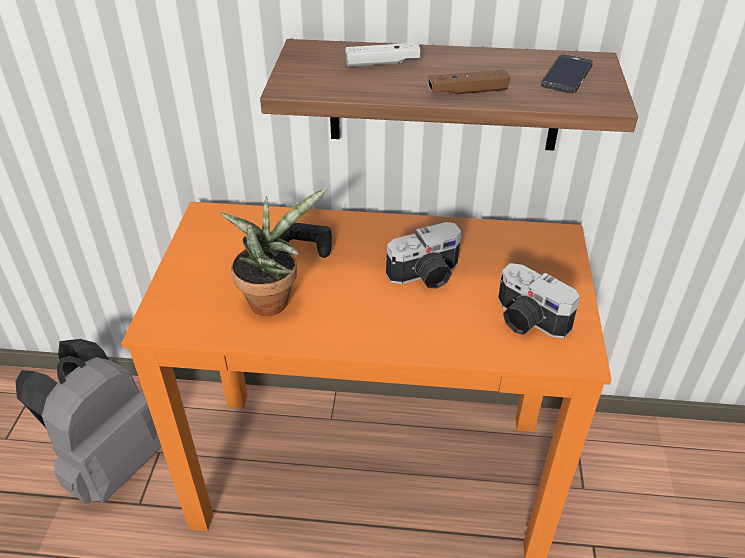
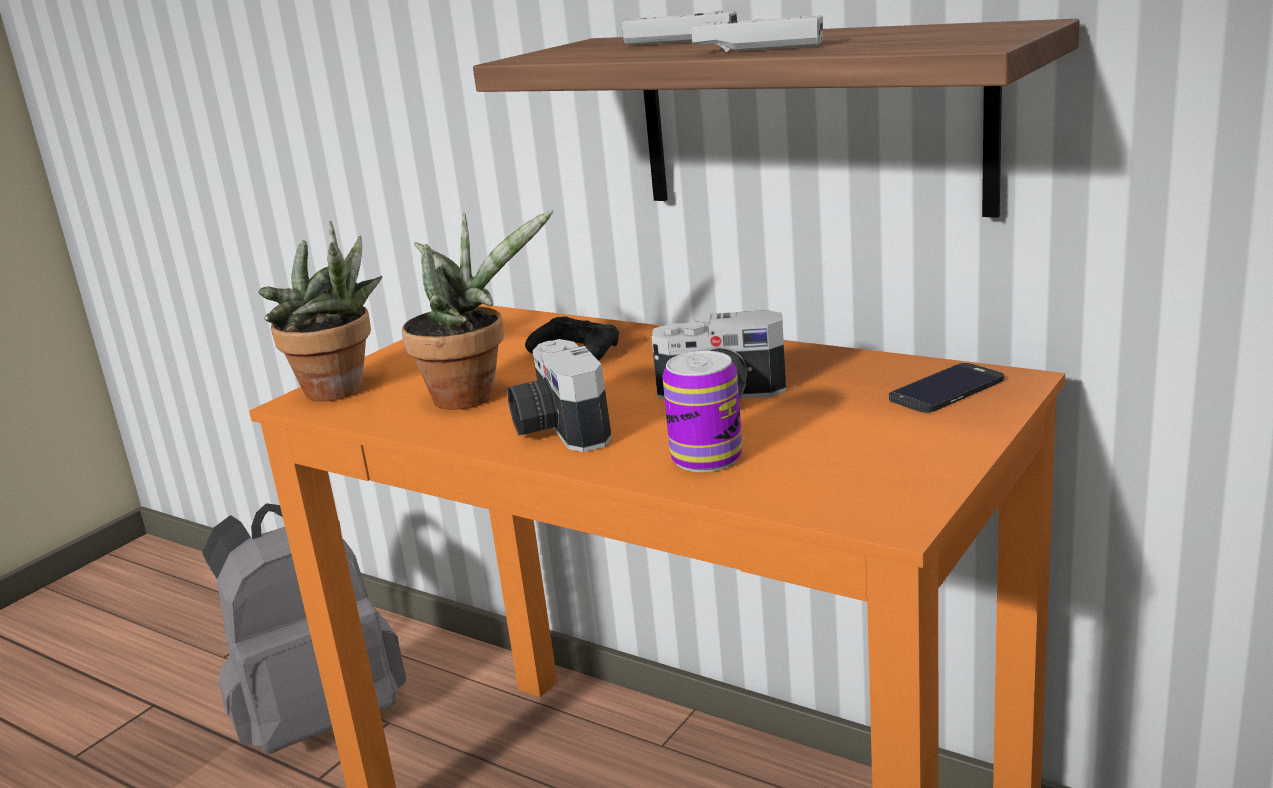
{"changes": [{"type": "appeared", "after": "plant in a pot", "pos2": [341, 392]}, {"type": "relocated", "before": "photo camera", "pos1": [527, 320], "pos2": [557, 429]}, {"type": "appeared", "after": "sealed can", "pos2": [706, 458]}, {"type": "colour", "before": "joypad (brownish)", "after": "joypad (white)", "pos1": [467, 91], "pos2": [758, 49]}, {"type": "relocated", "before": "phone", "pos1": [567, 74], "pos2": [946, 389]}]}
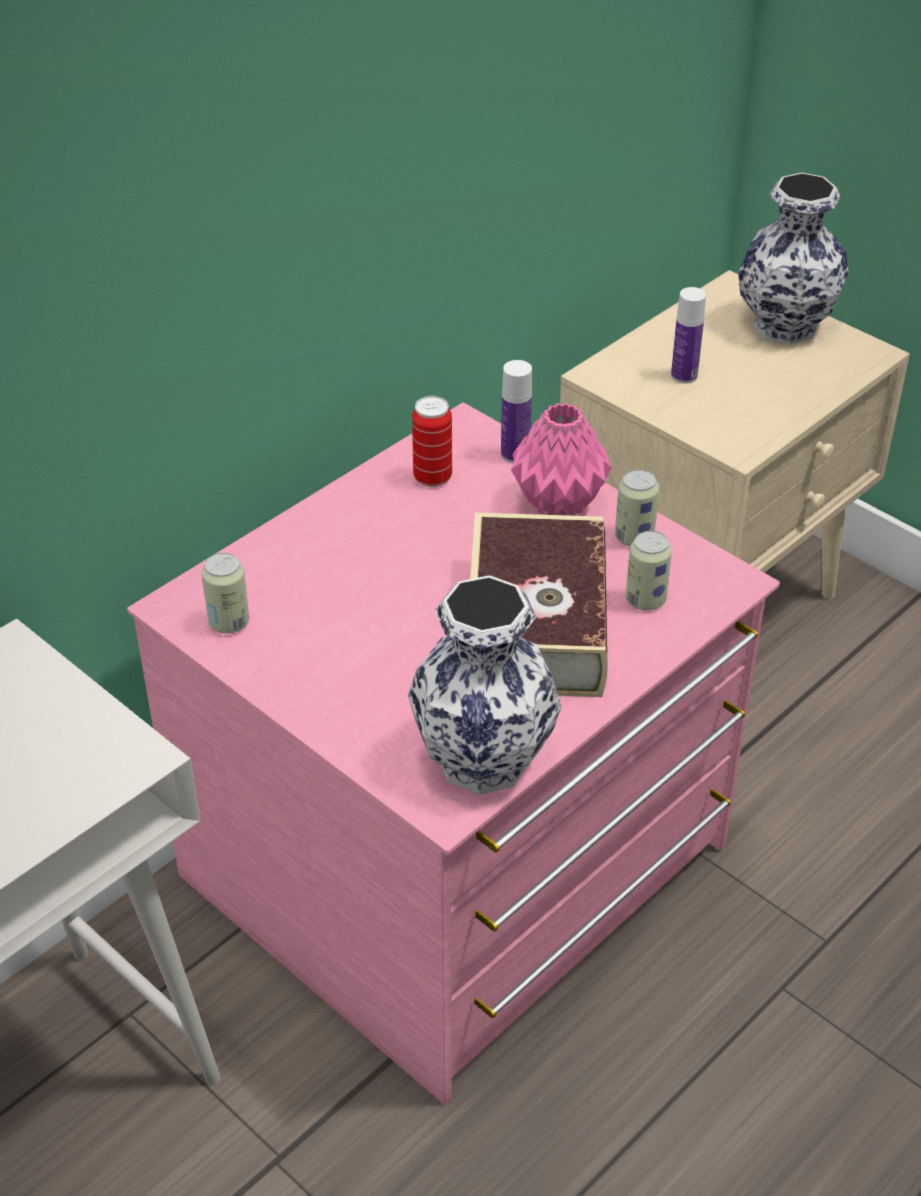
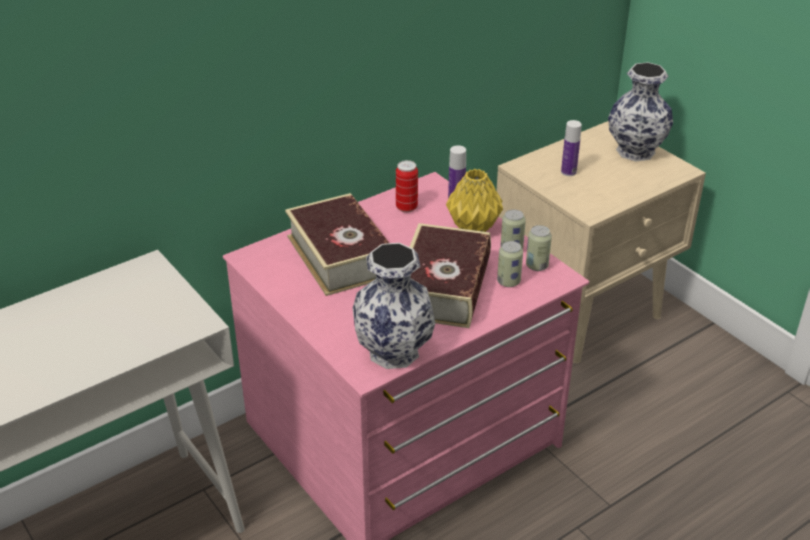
{"changes": [{"type": "appeared", "after": "book", "pos2": [340, 256]}, {"type": "colour", "before": "flower vase (pink-coloured)", "after": "flower vase (yellow)", "pos1": [559, 503], "pos2": [474, 227]}, {"type": "relocated", "before": "sealed can", "pos1": [229, 622], "pos2": [537, 266]}]}
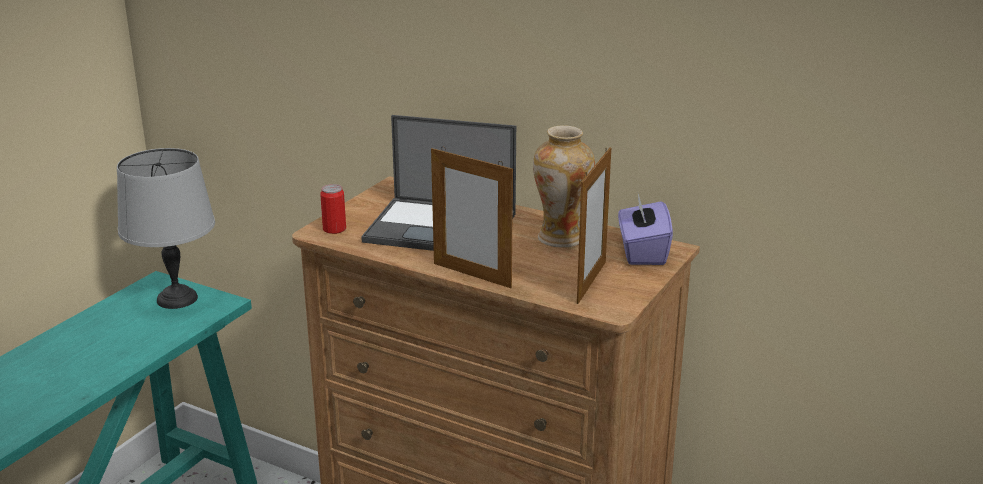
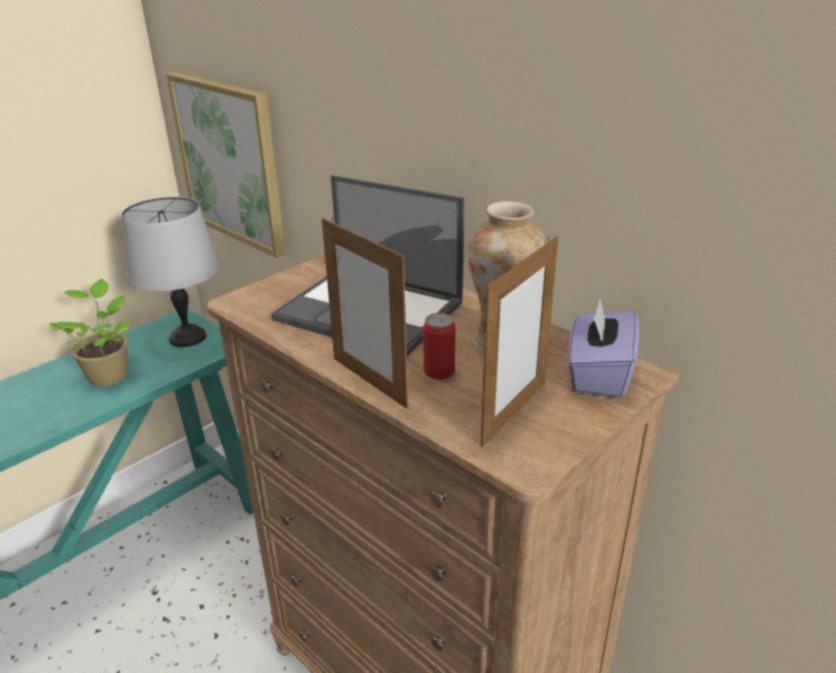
{"changes": [{"type": "appeared", "after": "plant in a pot", "pos2": [109, 375]}, {"type": "appeared", "after": "wall art", "pos2": [230, 162]}, {"type": "relocated", "before": "sealed can", "pos1": [334, 229], "pos2": [439, 371]}]}
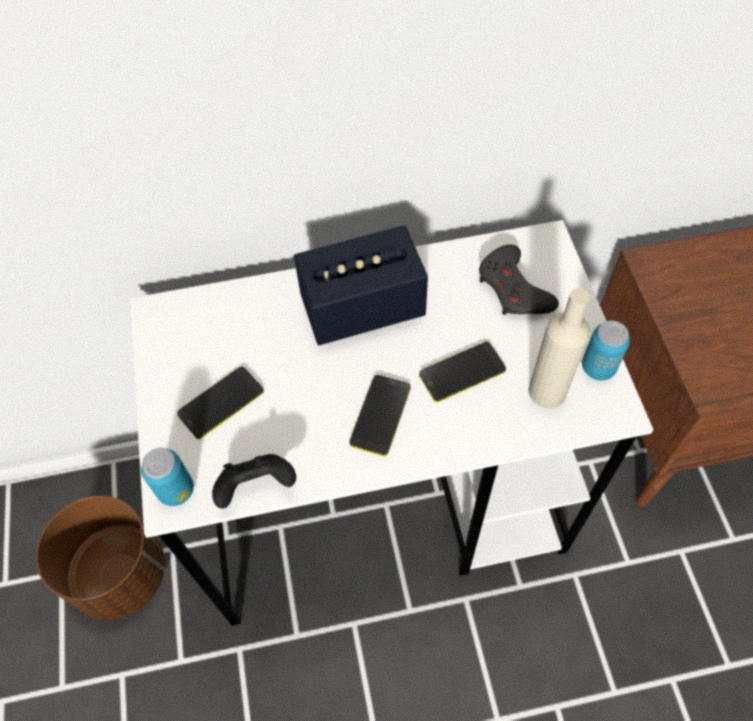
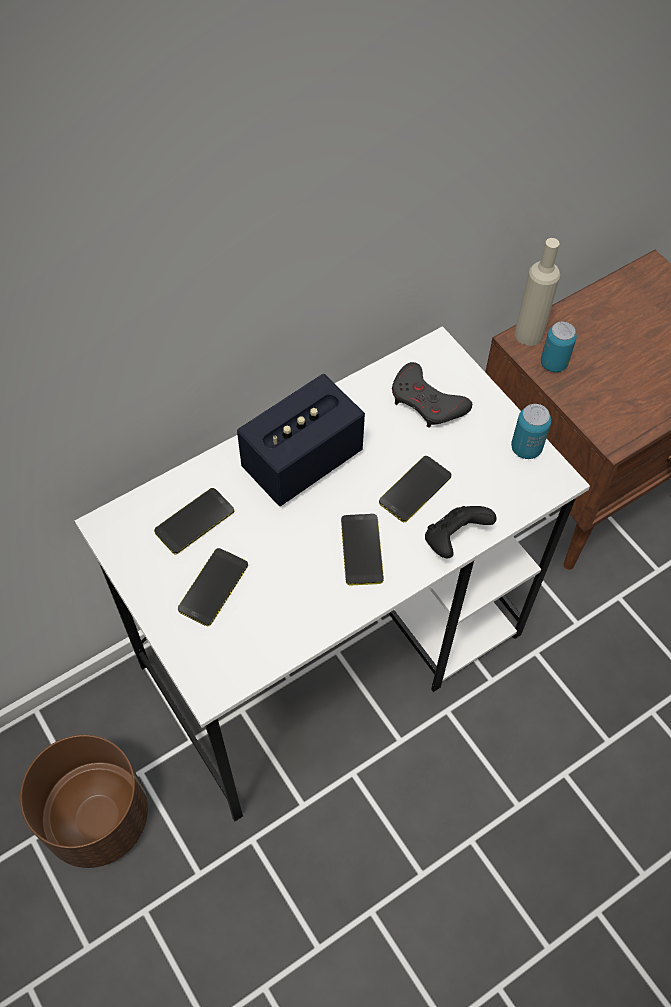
{"changes": [{"type": "appeared", "after": "phone", "pos2": [194, 521]}, {"type": "relocated", "before": "joypad (black-coloured)", "pos1": [256, 487], "pos2": [454, 540]}, {"type": "relocated", "before": "beverage bottle (beige)", "pos1": [547, 391], "pos2": [528, 334]}, {"type": "relocated", "before": "sealed can", "pos1": [176, 490], "pos2": [553, 363]}]}
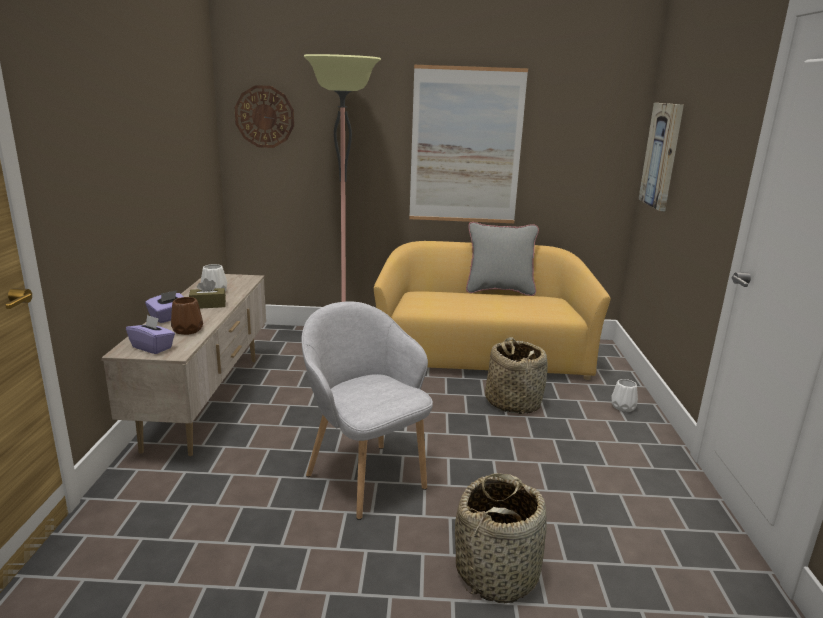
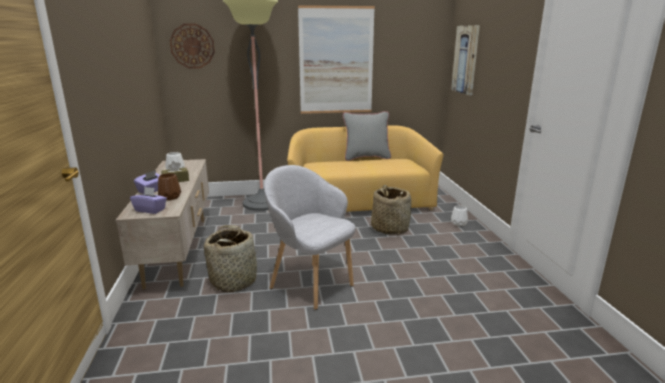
{"changes": [{"type": "relocated", "before": "basket", "pos1": [497, 572], "pos2": [234, 281]}]}
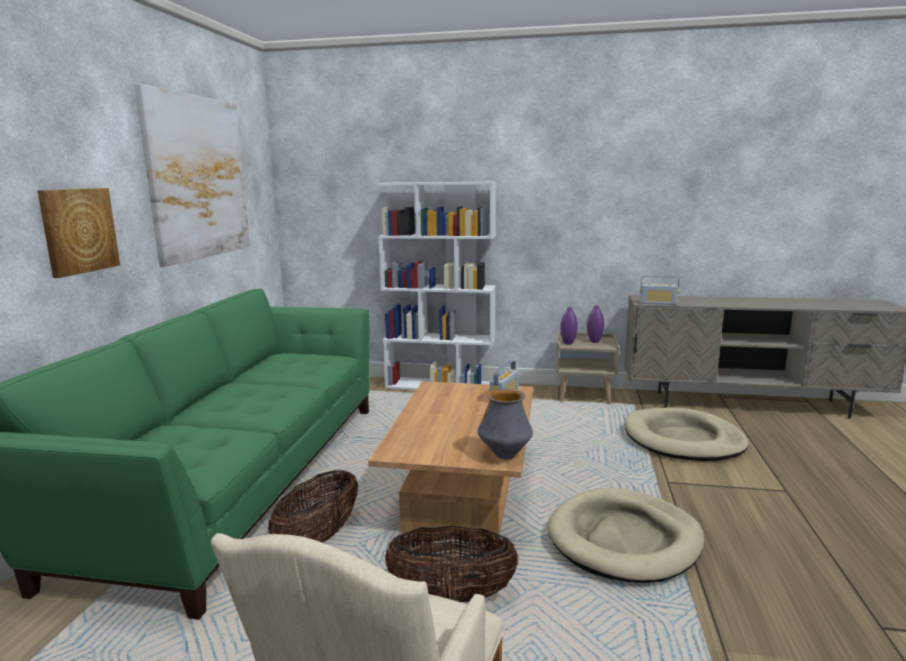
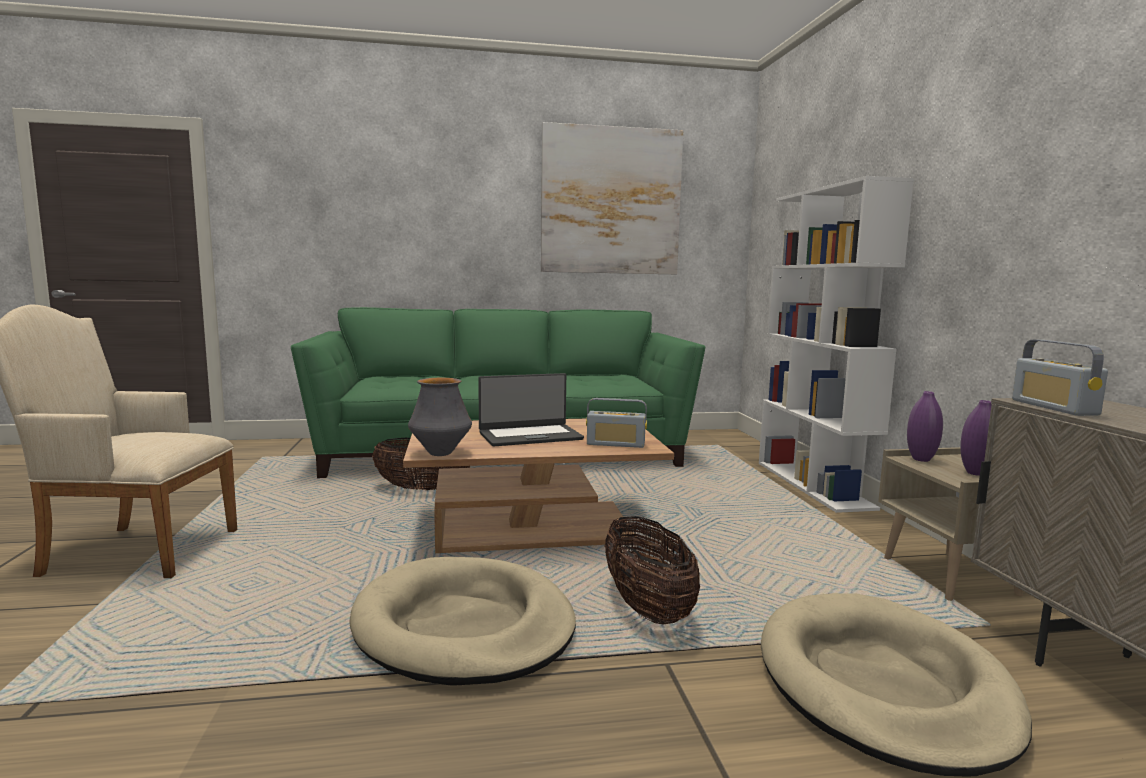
{"changes": [{"type": "appeared", "after": "portable computer", "pos2": [530, 436]}, {"type": "relocated", "before": "basket", "pos1": [452, 595], "pos2": [647, 608]}, {"type": "missing", "before": "wall art", "pos1": [78, 230]}]}
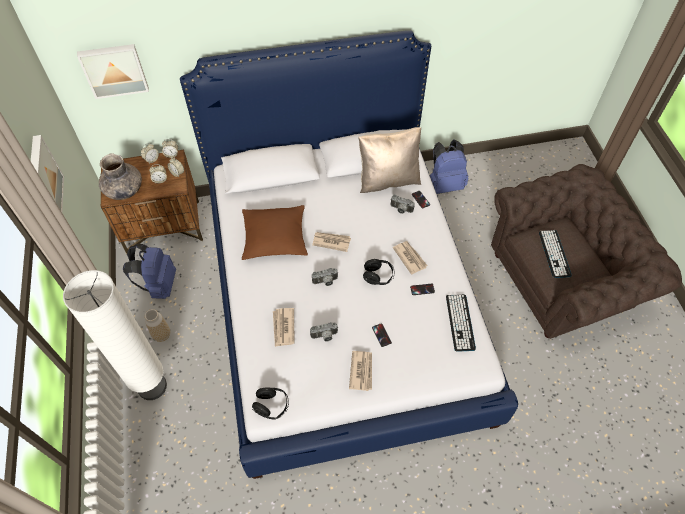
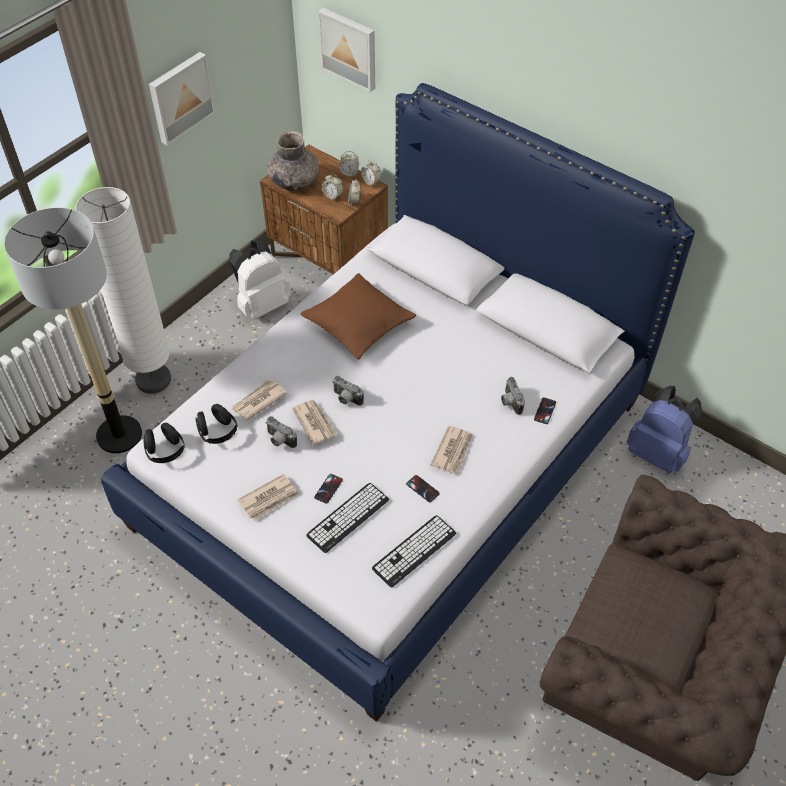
{"changes": [{"type": "appeared", "after": "standard lamp", "pos2": [119, 435]}, {"type": "relocated", "before": "pair of headphones (black-coloured)", "pos1": [378, 276], "pos2": [218, 432]}, {"type": "colour", "before": "rucksack (blue)", "after": "rucksack (white)", "pos1": [159, 285], "pos2": [261, 305]}, {"type": "relocated", "before": "daily paper", "pos1": [331, 242], "pos2": [314, 422]}, {"type": "relocated", "before": "computer keyboard", "pos1": [554, 253], "pos2": [348, 517]}, {"type": "missing", "before": "flower vase", "pos1": [162, 335]}, {"type": "missing", "before": "pillow (beige)", "pos1": [388, 180]}]}
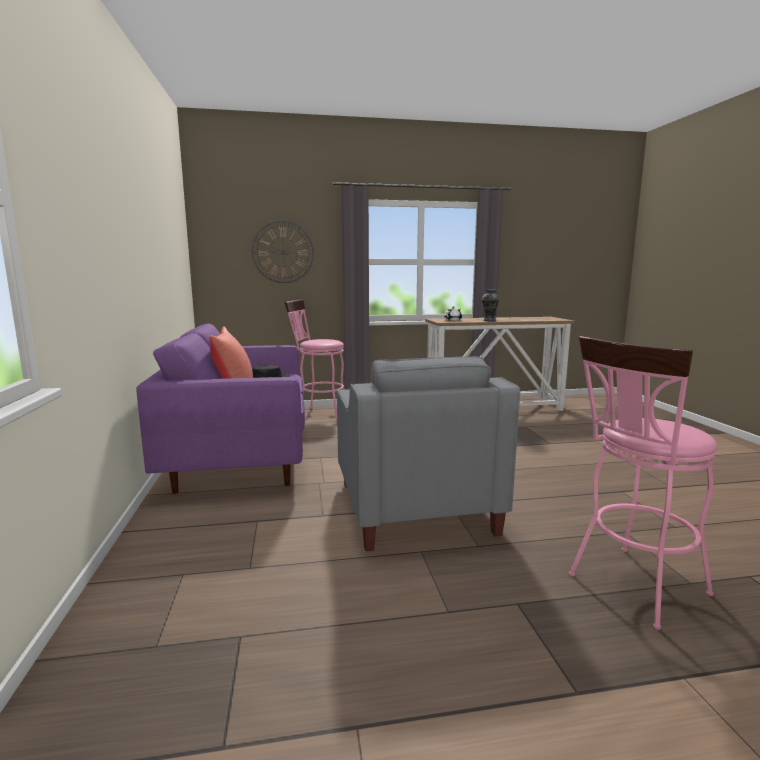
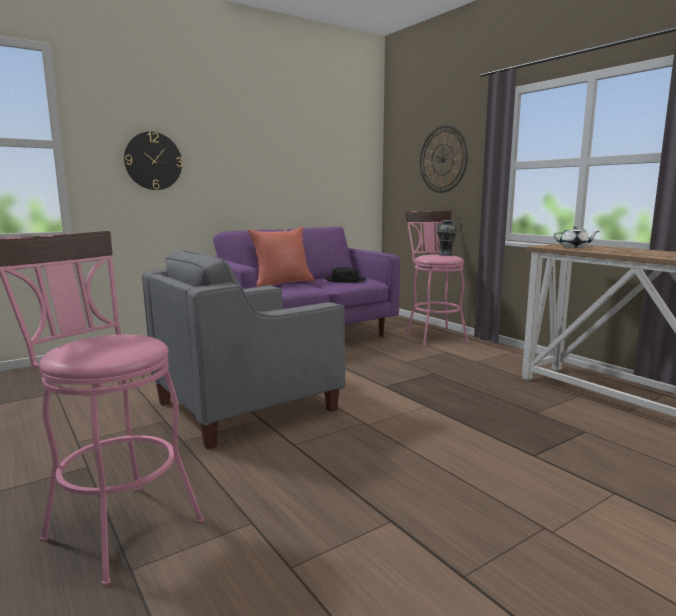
{"changes": [{"type": "appeared", "after": "wall clock", "pos2": [153, 161]}, {"type": "relocated", "before": "flower vase", "pos1": [489, 320], "pos2": [445, 255]}]}
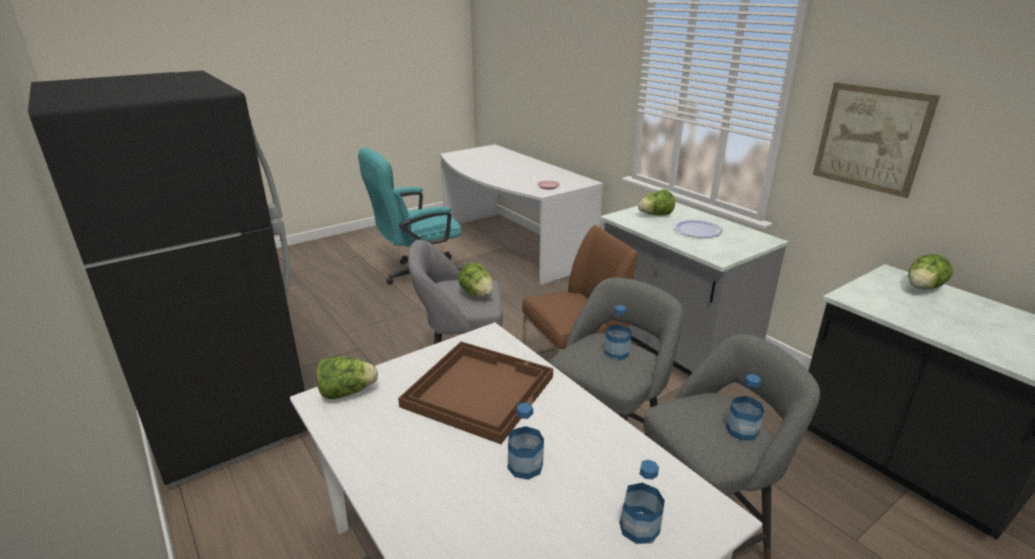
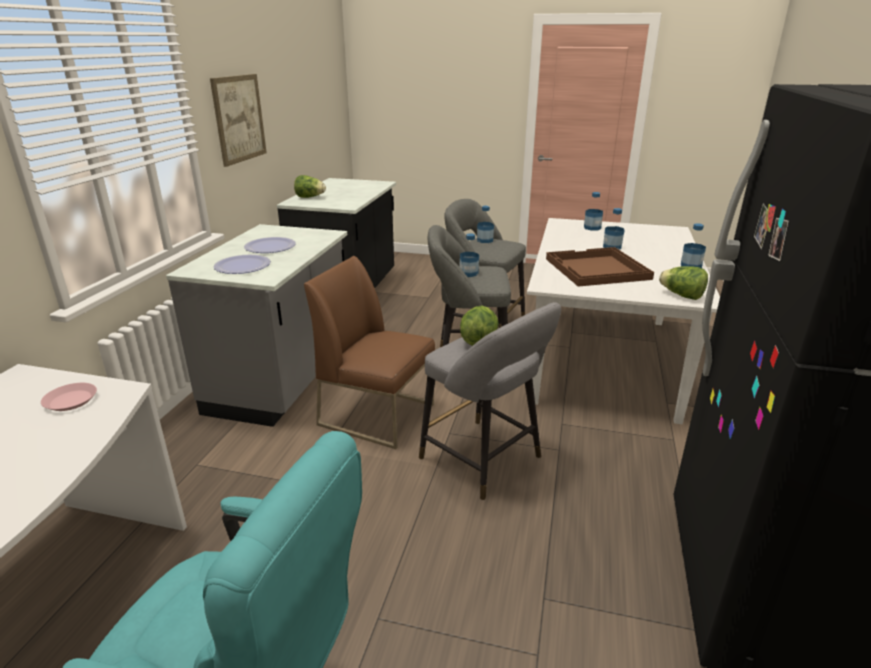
{"changes": [{"type": "exchanged", "before": "lettuce", "after": "plate", "pos1": [655, 215], "pos2": [242, 266]}, {"type": "appeared", "after": "beverage bottle", "pos2": [691, 266]}]}
